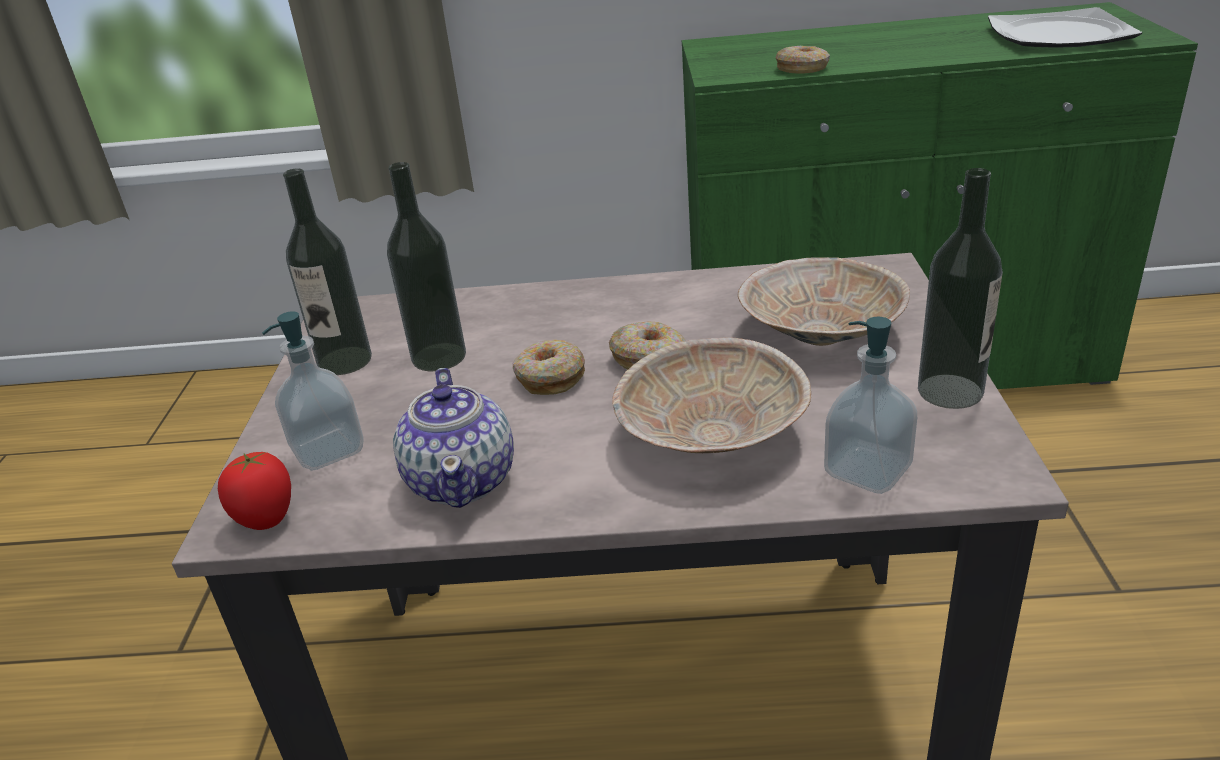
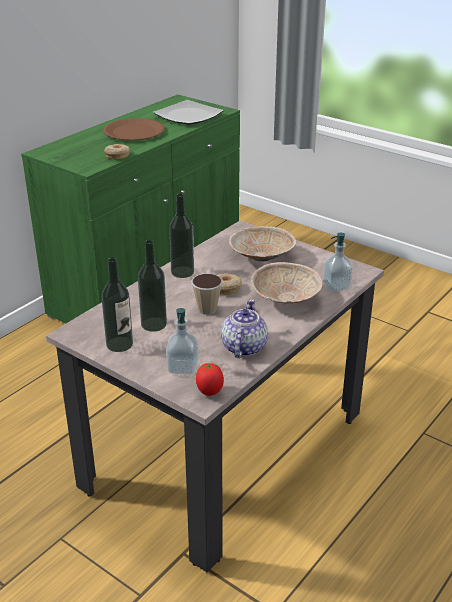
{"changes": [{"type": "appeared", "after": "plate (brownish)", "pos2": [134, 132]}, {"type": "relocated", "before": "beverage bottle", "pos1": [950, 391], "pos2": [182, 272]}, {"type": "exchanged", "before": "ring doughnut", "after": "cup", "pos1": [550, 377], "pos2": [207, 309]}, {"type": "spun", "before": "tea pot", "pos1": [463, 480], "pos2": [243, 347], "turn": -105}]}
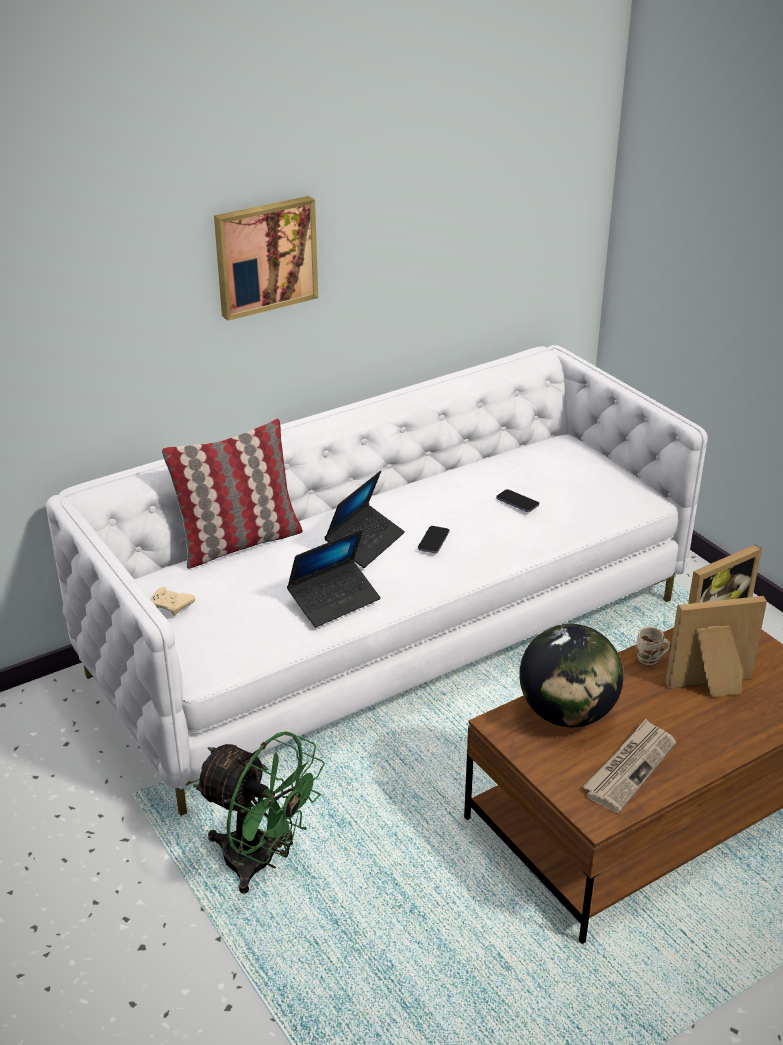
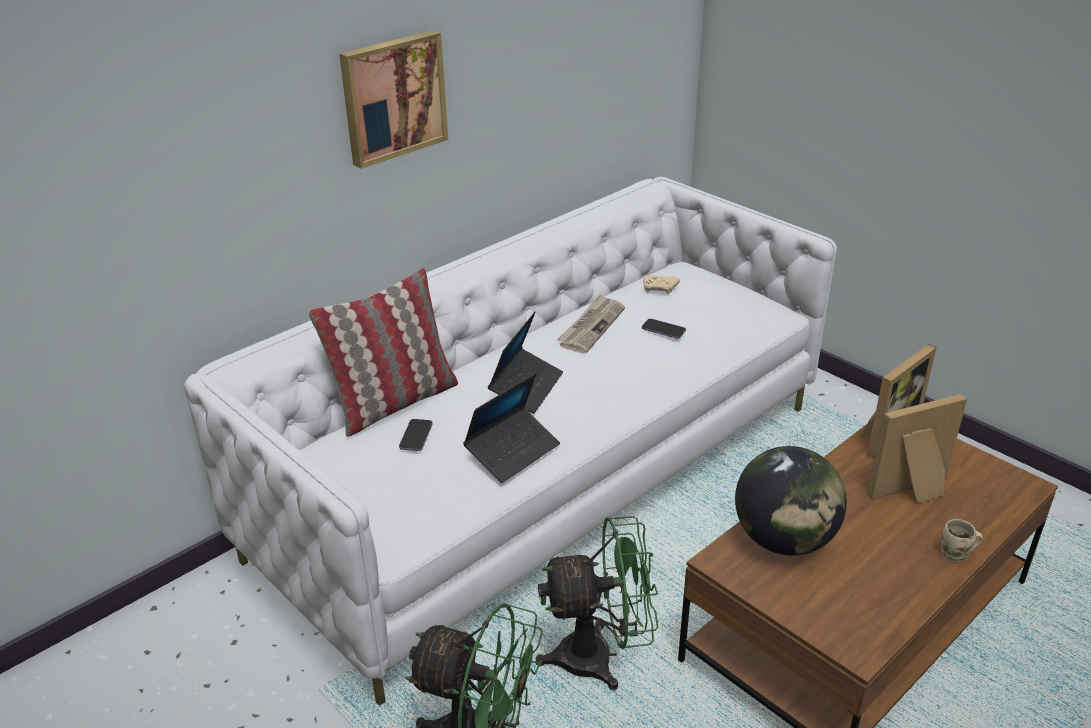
{"changes": [{"type": "relocated", "before": "phone", "pos1": [433, 541], "pos2": [416, 436]}, {"type": "appeared", "after": "cooling fan (green)", "pos2": [600, 657]}, {"type": "relocated", "before": "daily paper", "pos1": [629, 768], "pos2": [591, 326]}, {"type": "relocated", "before": "joypad (beige)", "pos1": [172, 606], "pos2": [660, 289]}, {"type": "relocated", "before": "mug (beige)", "pos1": [649, 660], "pos2": [956, 556]}]}
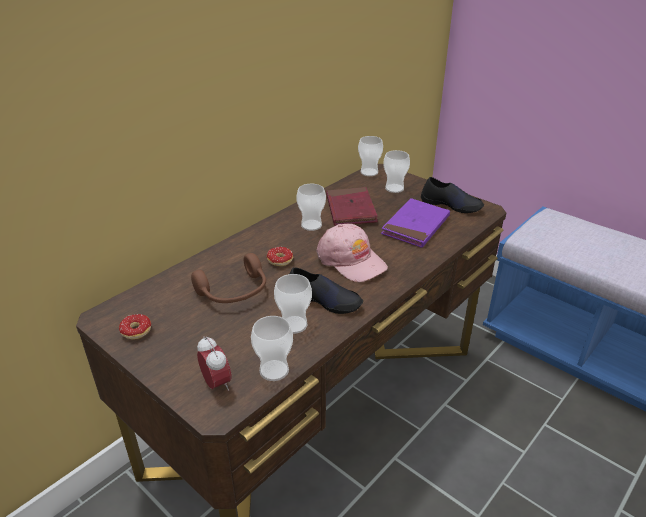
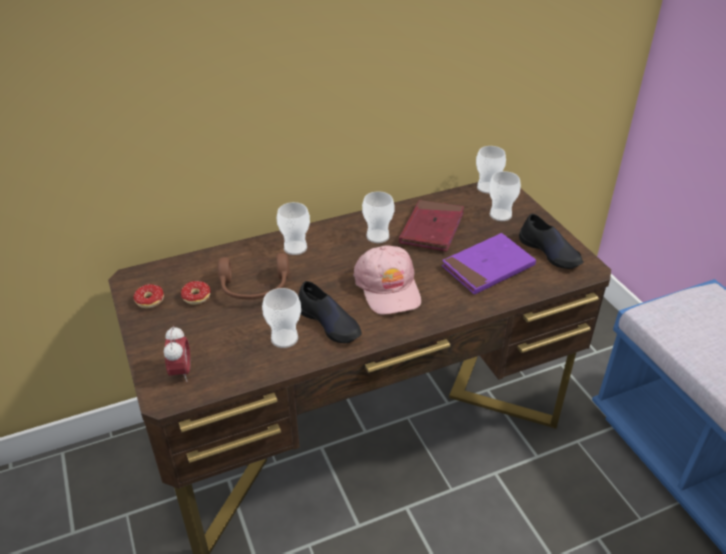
{"changes": [{"type": "relocated", "before": "ring doughnut", "pos1": [277, 263], "pos2": [191, 298]}, {"type": "relocated", "before": "cup", "pos1": [274, 370], "pos2": [295, 248]}]}
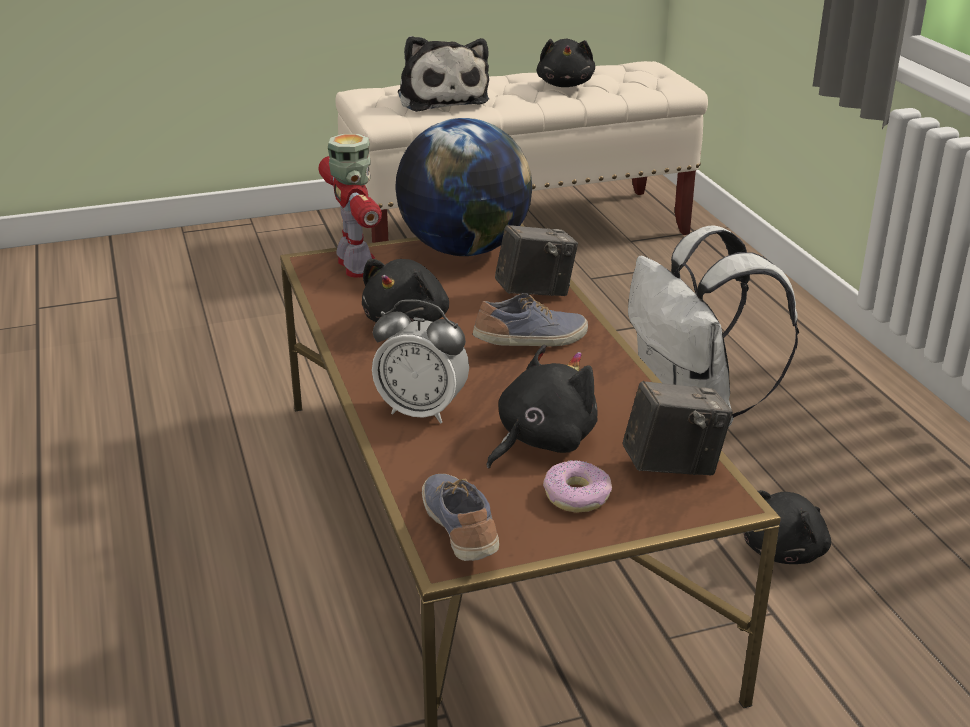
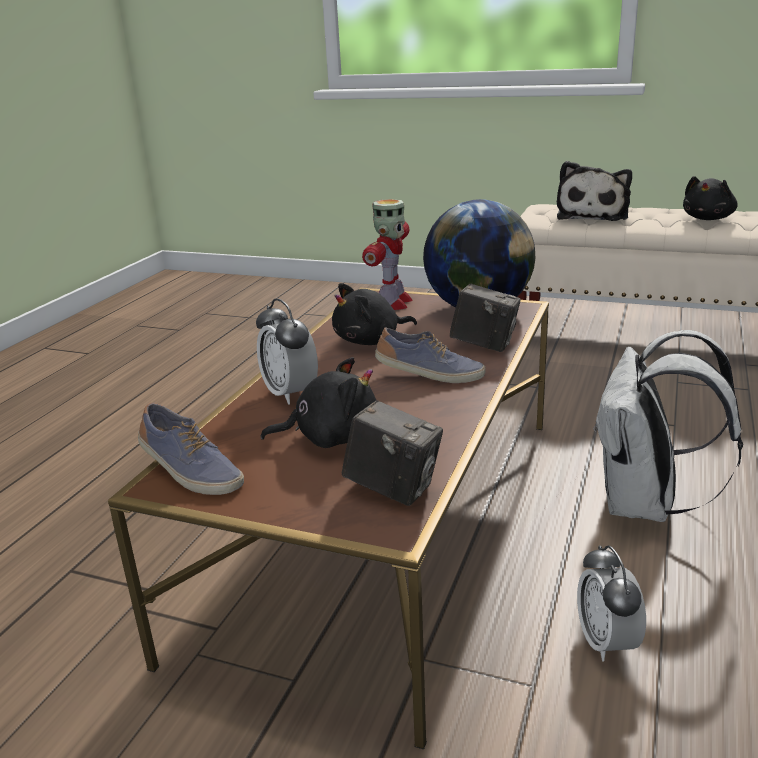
{"changes": [{"type": "spun", "before": "item of footwear", "pos1": [461, 530], "pos2": [190, 472], "turn": 105}, {"type": "exchanged", "before": "soft toy (black-coloured)", "after": "table clock", "pos1": [786, 550], "pos2": [606, 642]}, {"type": "missing", "before": "ring doughnut", "pos1": [577, 495]}]}
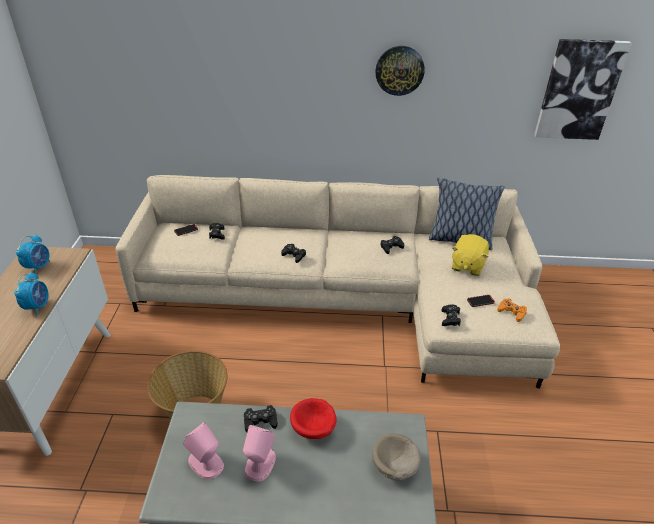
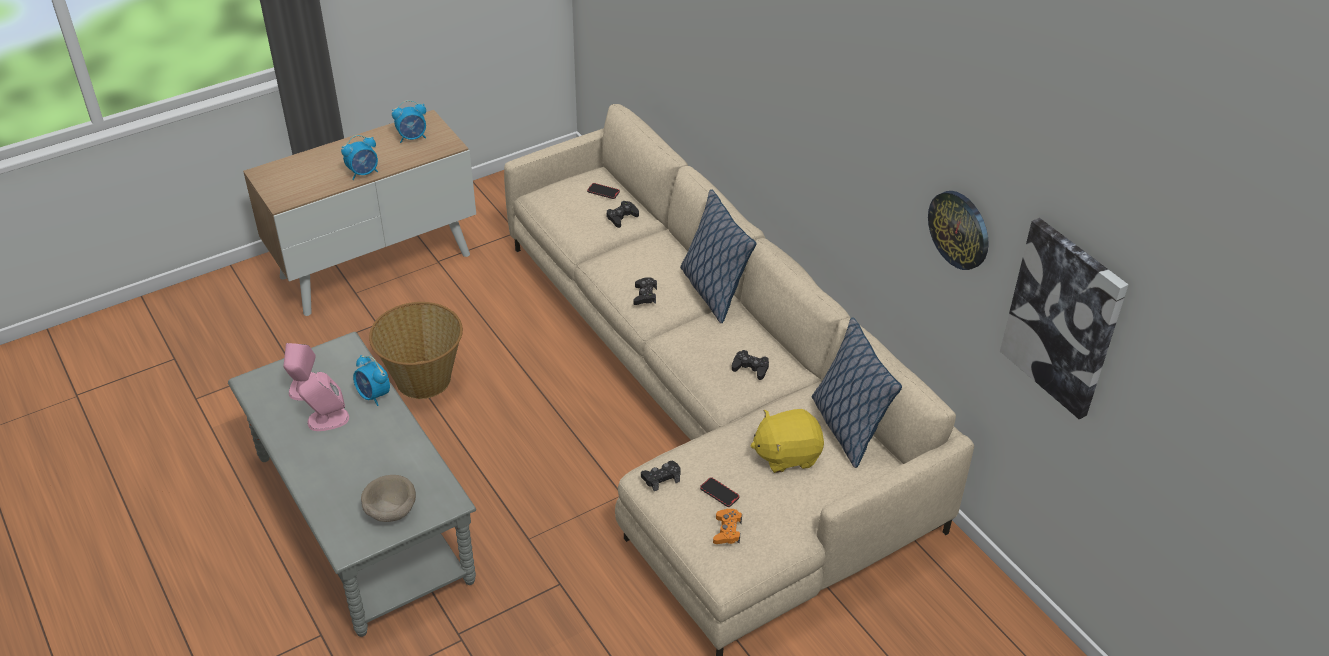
{"changes": [{"type": "exchanged", "before": "joypad (black-coloured)", "after": "table clock", "pos1": [260, 421], "pos2": [373, 395]}, {"type": "appeared", "after": "pillow", "pos2": [713, 291]}, {"type": "relocated", "before": "wall clock", "pos1": [399, 70], "pos2": [959, 229]}, {"type": "missing", "before": "bowl (reddish)", "pos1": [314, 429]}]}
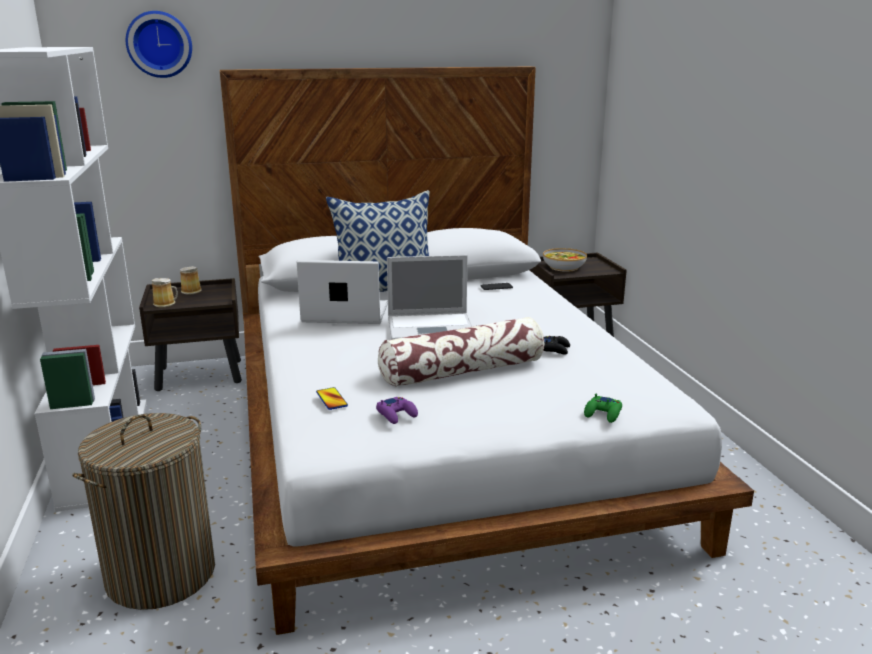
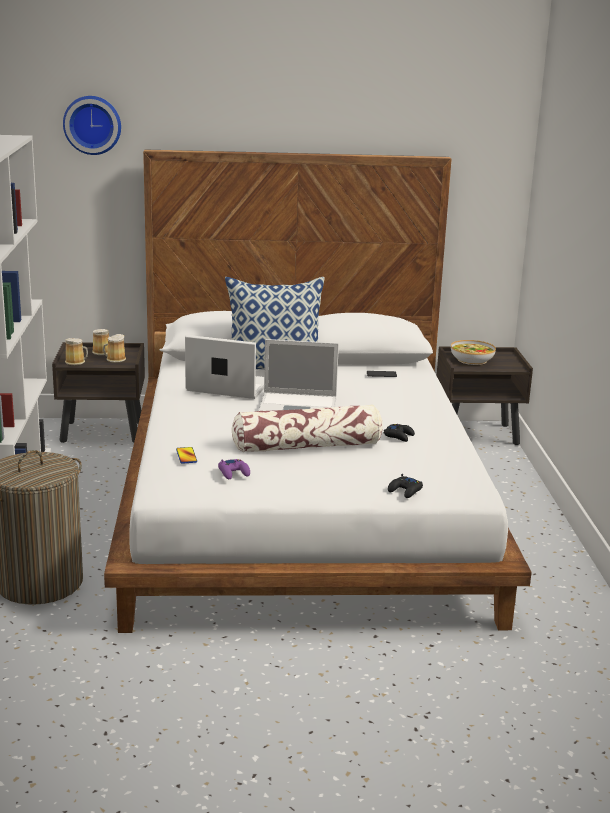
{"changes": [{"type": "appeared", "after": "mug", "pos2": [114, 359]}, {"type": "colour", "before": "joypad (green)", "after": "joypad (black-coloured)", "pos1": [603, 413], "pos2": [405, 491]}]}
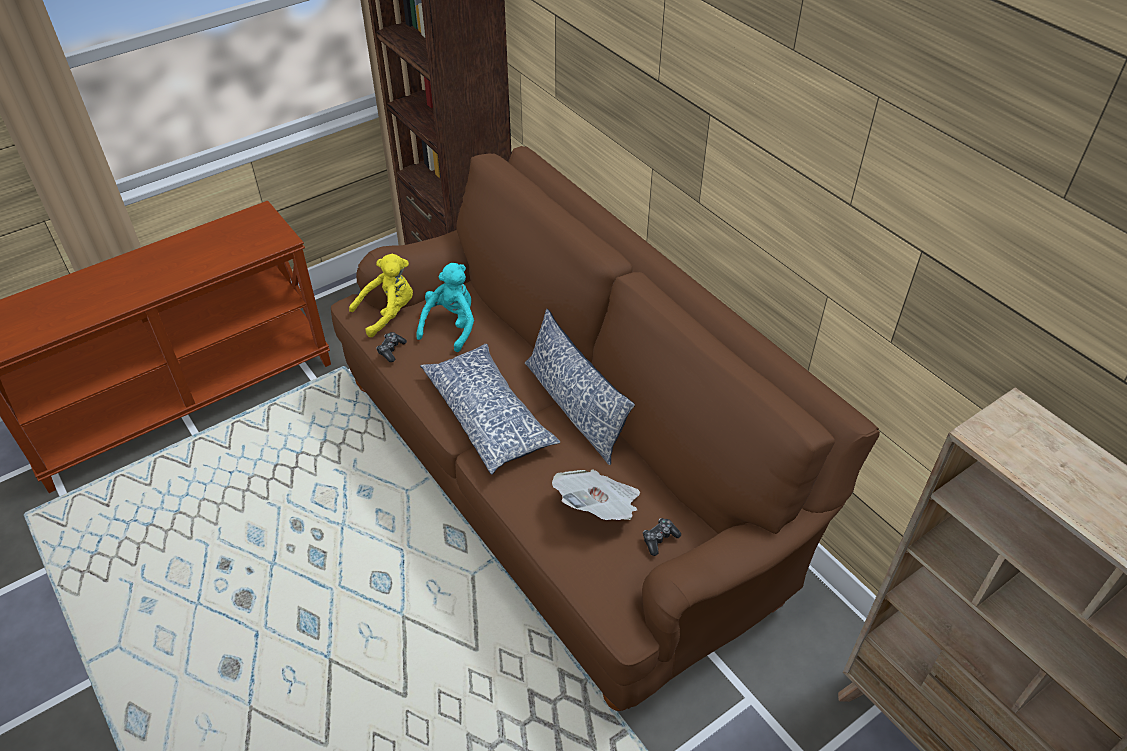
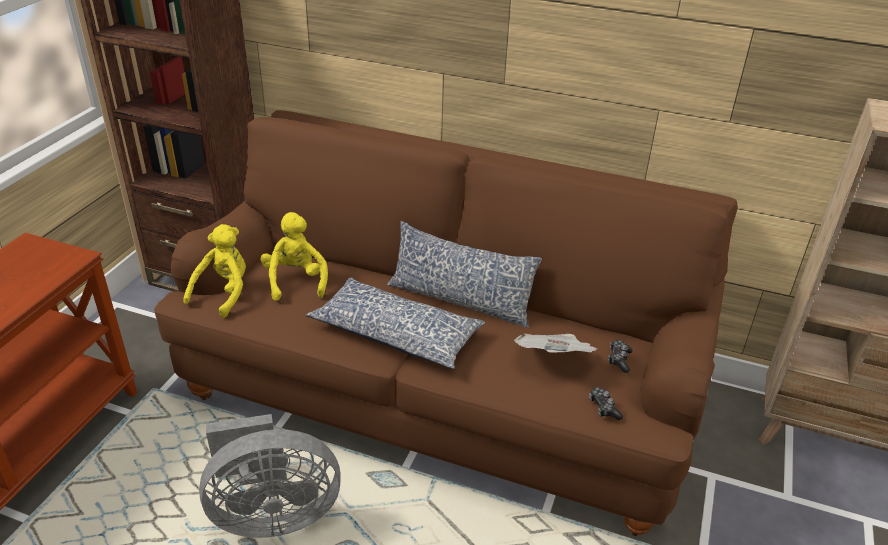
{"changes": [{"type": "appeared", "after": "cooling fan (grey)", "pos2": [272, 514]}, {"type": "colour", "before": "soft toy (turquoise-coloured)", "after": "soft toy (yellow)", "pos1": [451, 326], "pos2": [296, 281]}, {"type": "relocated", "before": "joypad", "pos1": [391, 350], "pos2": [603, 408]}]}
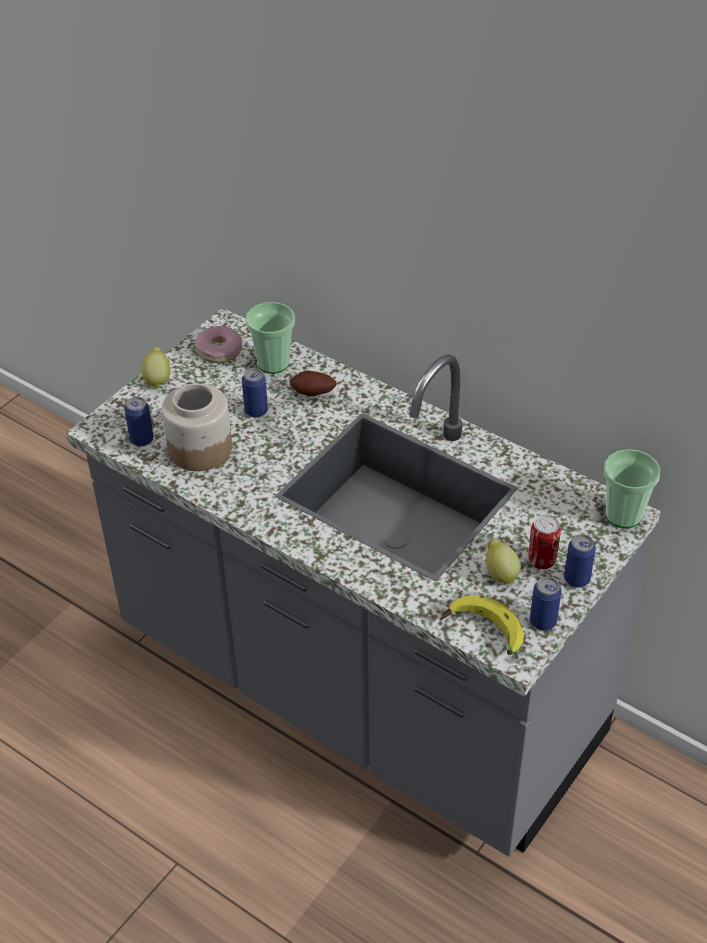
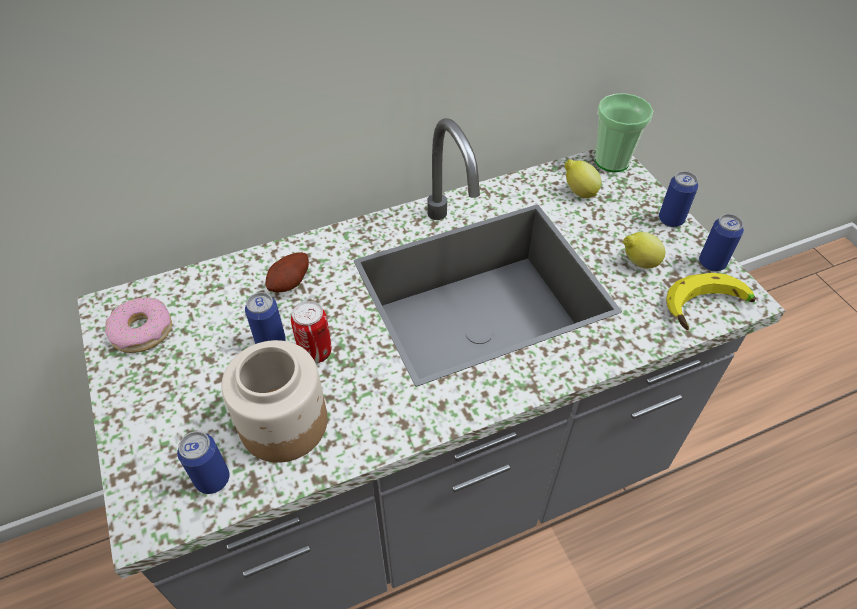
{"changes": [{"type": "relocated", "before": "sealed can", "pos1": [541, 560], "pos2": [315, 352]}, {"type": "relocated", "before": "whole lemon", "pos1": [157, 380], "pos2": [578, 192]}, {"type": "missing", "before": "cup", "pos1": [273, 363]}]}
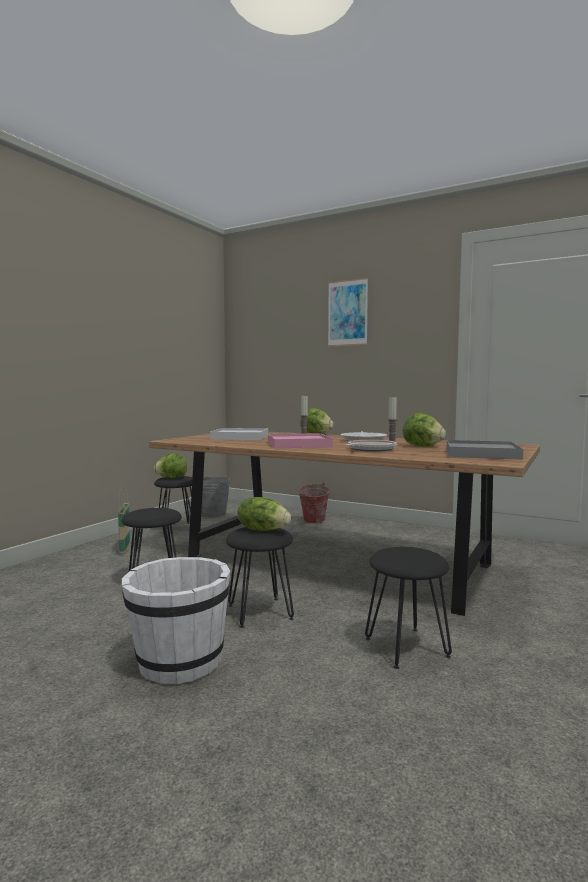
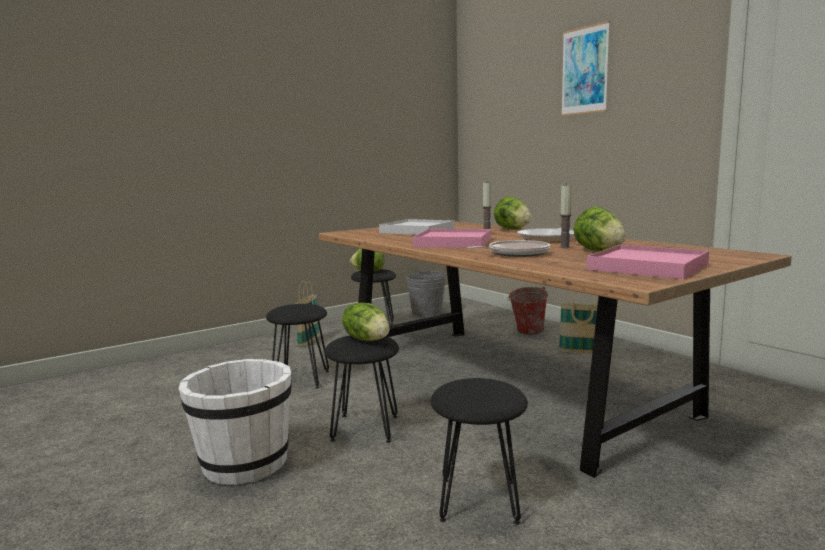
{"changes": [{"type": "appeared", "after": "basket", "pos2": [581, 352]}, {"type": "colour", "before": "carrying tray (grey)", "after": "carrying tray (pink-coloured)", "pos1": [481, 454], "pos2": [647, 267]}]}
